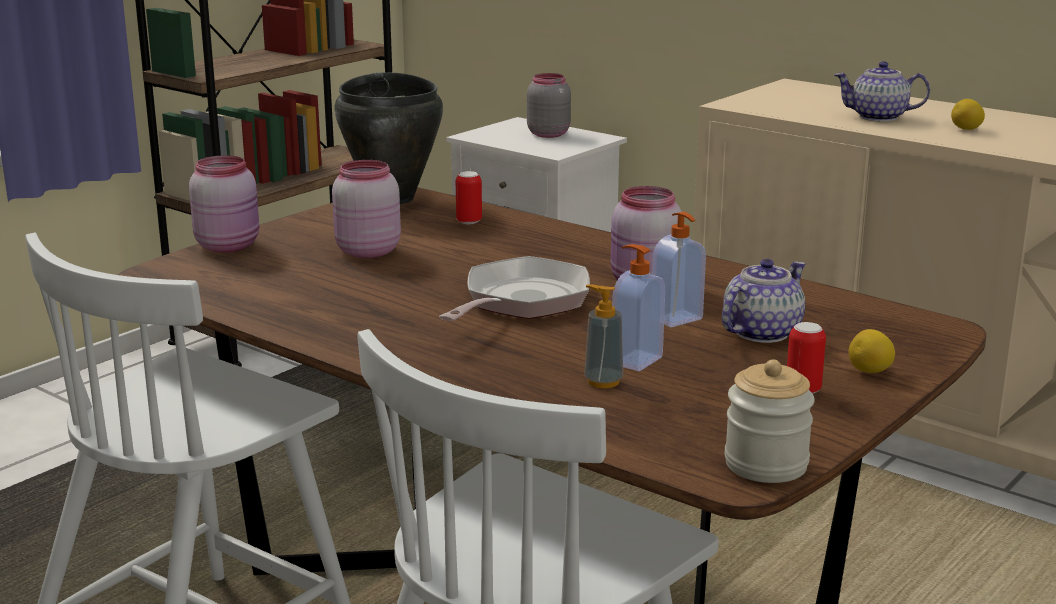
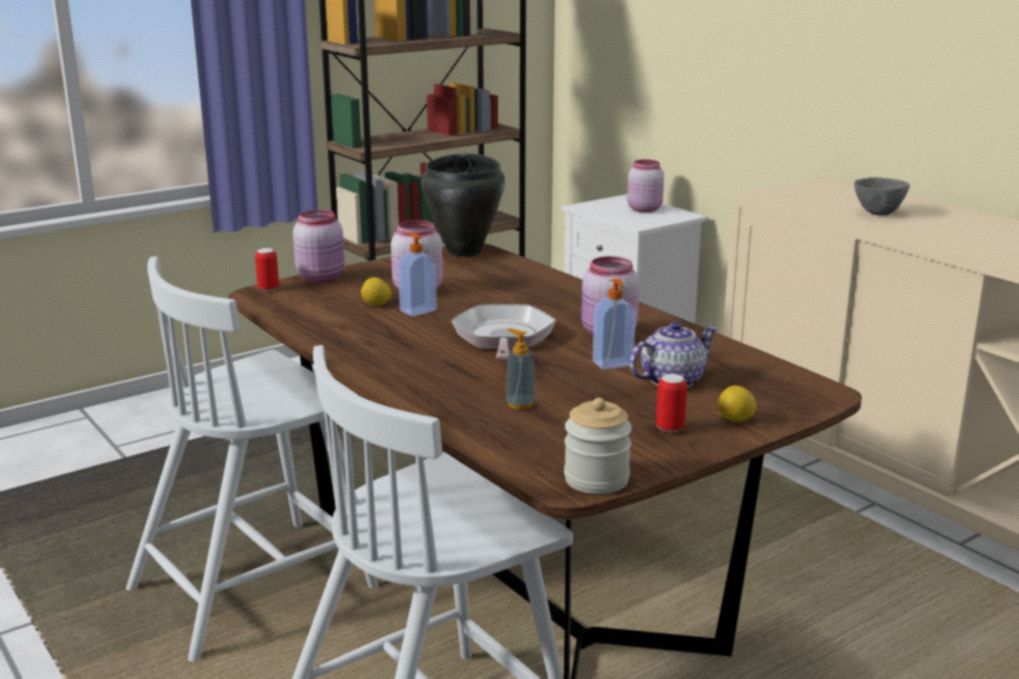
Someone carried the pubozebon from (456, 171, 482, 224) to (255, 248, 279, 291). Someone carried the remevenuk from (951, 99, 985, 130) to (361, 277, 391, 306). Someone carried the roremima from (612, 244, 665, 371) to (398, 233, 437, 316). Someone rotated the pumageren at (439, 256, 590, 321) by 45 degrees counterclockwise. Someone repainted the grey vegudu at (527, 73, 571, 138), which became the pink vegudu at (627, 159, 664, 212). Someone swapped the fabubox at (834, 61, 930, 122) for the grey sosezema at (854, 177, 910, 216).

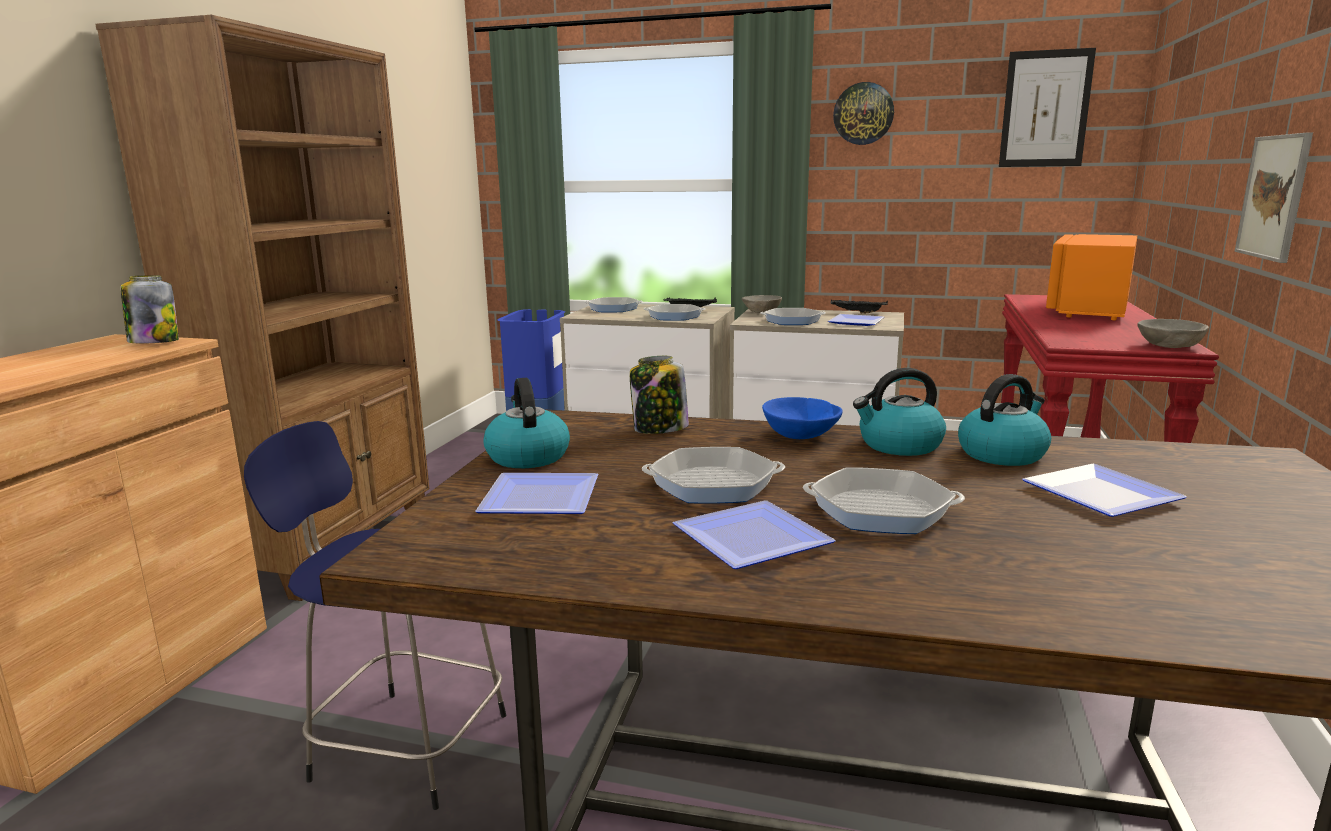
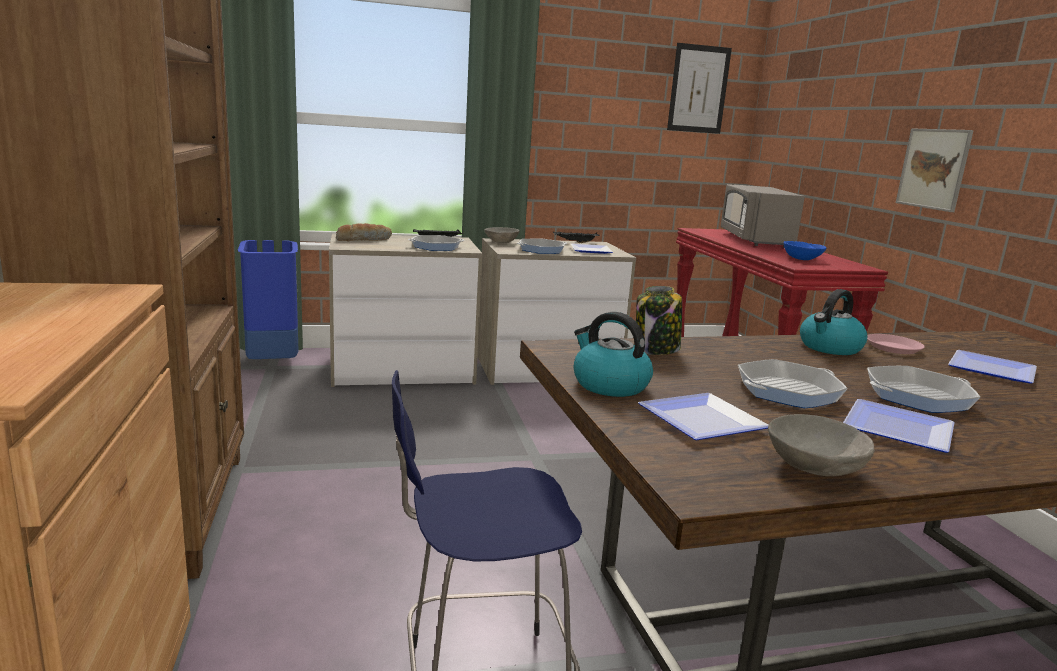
Someone swapped the pumageren at (584, 297, 642, 312) for the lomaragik at (336, 223, 392, 241). Someone repainted the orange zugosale at (1046, 234, 1137, 320), which became the grey zugosale at (721, 184, 805, 248). Someone carried the grey sosezema from (1137, 319, 1209, 348) to (768, 414, 875, 476). Someone carried the blue sosezema from (762, 397, 843, 439) to (784, 241, 827, 260). Someone swapped the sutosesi at (958, 374, 1051, 466) for the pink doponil at (867, 334, 925, 354). Someone took away the vegudu at (121, 276, 179, 344). Someone took away the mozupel at (833, 82, 894, 145).

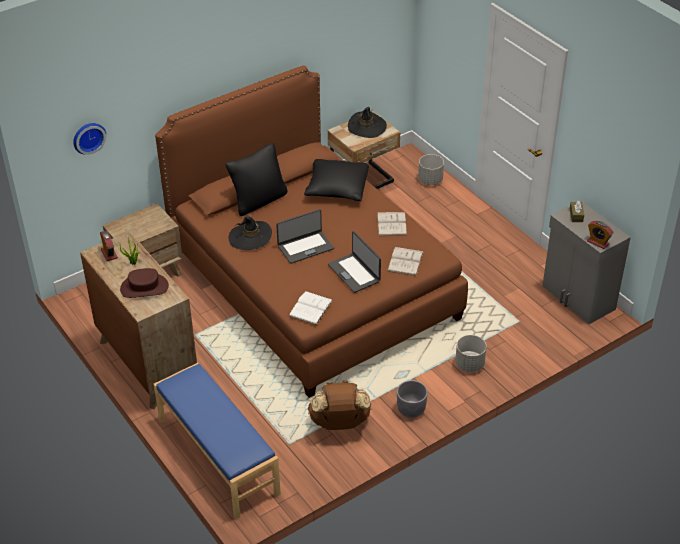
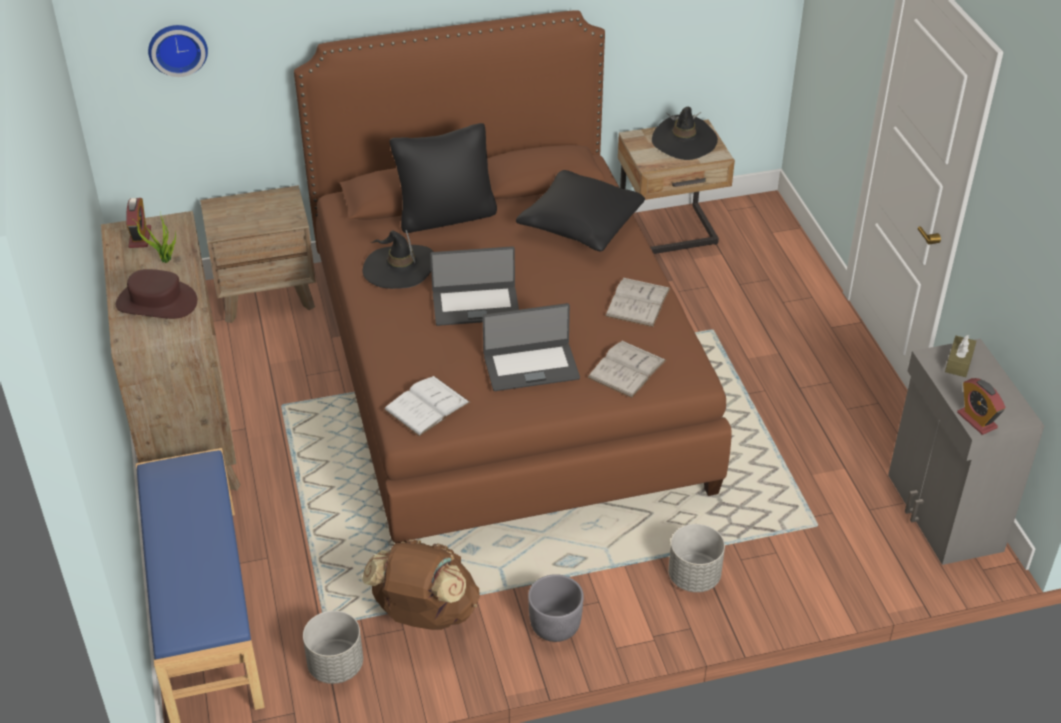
Someone carried the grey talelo from (418, 154, 444, 185) to (303, 611, 363, 684). Someone rotated the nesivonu at (328, 231, 381, 293) by 90 degrees counterclockwise.

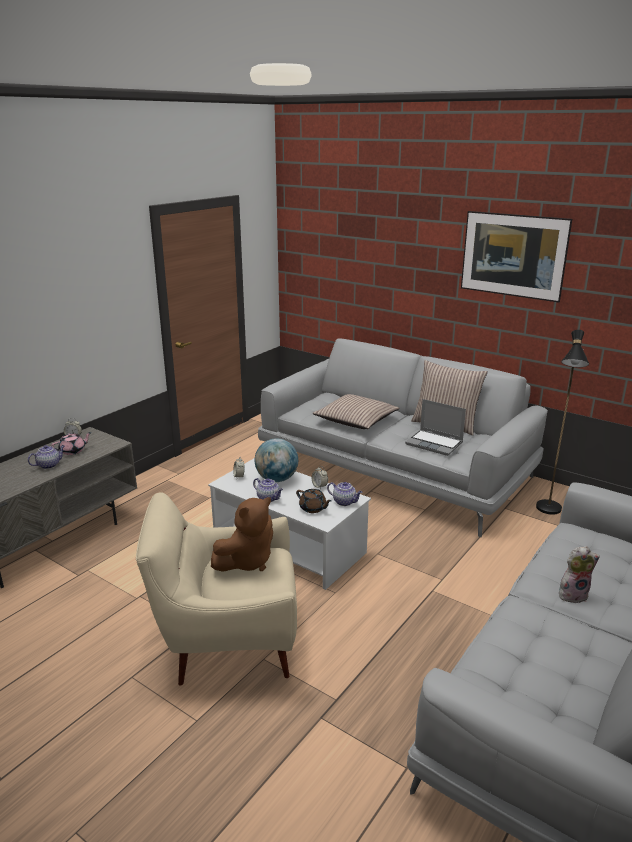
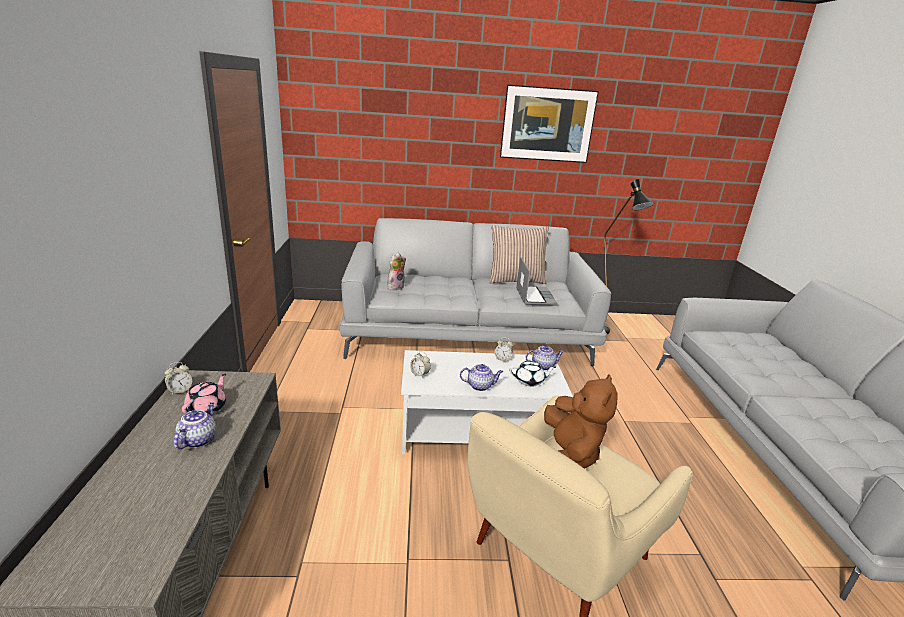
Someone carried the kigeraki from (559, 546, 600, 603) to (387, 252, 406, 290). Someone repainted the brown fabubox at (296, 489, 332, 513), which became the white fabubox at (509, 361, 556, 387). Someone rotated the nesivonu at (405, 399, 466, 456) by 90 degrees counterclockwise. Someone took away the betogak at (255, 438, 298, 482). Someone took away the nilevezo at (313, 394, 400, 429).

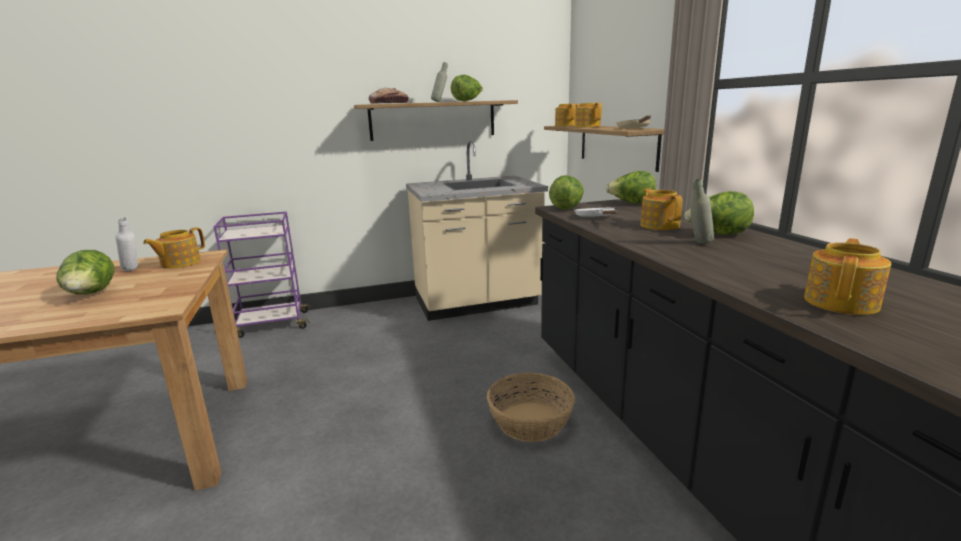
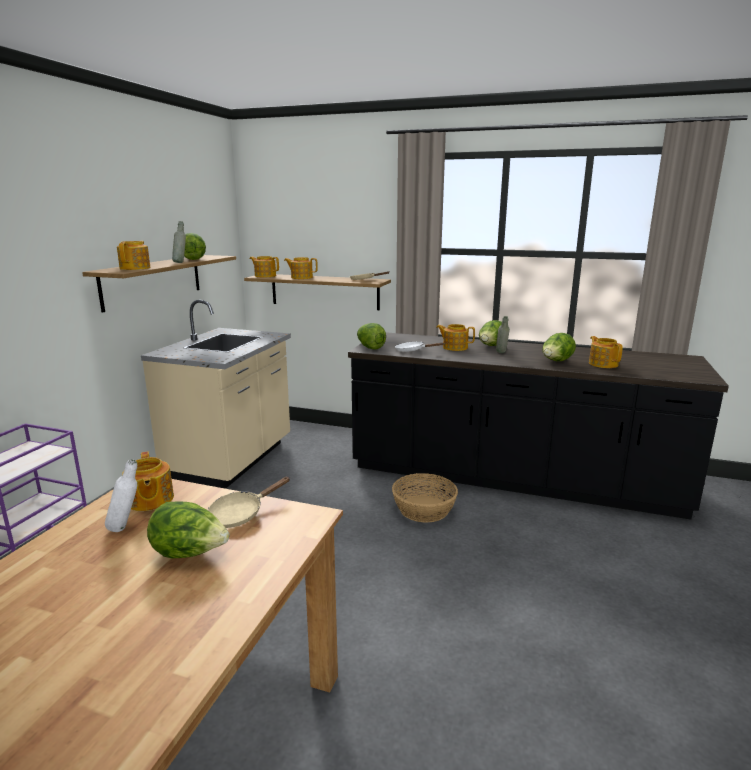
Someone swapped the lomaragik at (368, 88, 409, 104) for the fabubox at (117, 241, 150, 270). Someone put down the beige pumageren at (208, 477, 290, 528). Someone carried the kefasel from (605, 171, 656, 204) to (542, 333, 576, 361).

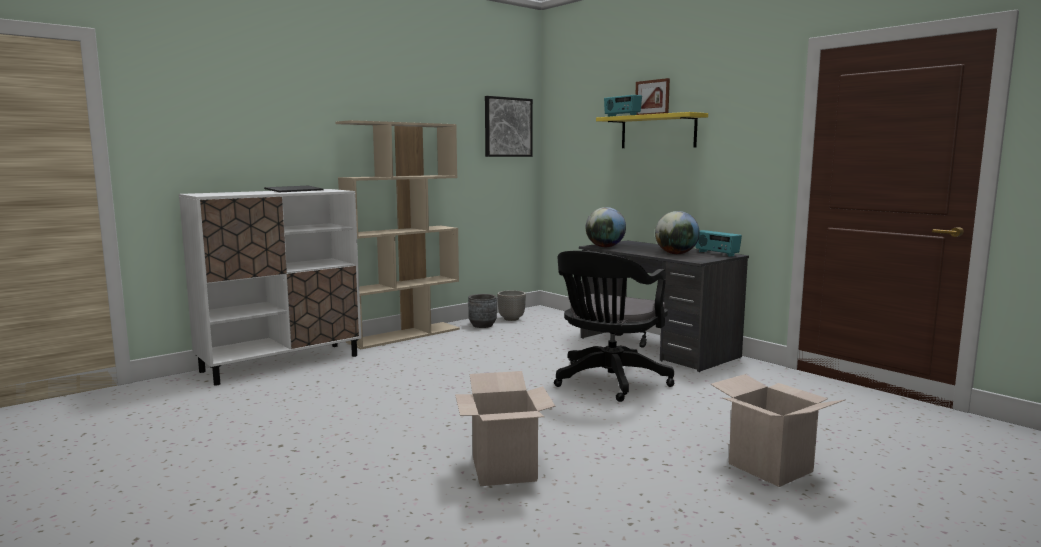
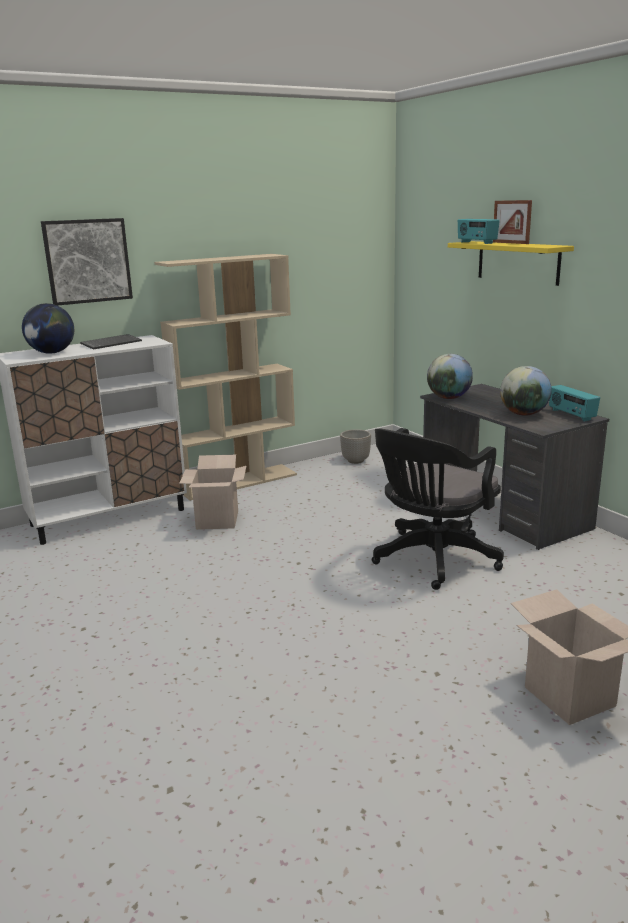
Someone put down the betogak at (22, 303, 74, 354). Someone carried the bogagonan from (485, 96, 533, 157) to (41, 218, 133, 306). Someone carried the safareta from (455, 371, 556, 486) to (179, 454, 246, 530). Someone took away the grey talelo at (468, 294, 497, 328).

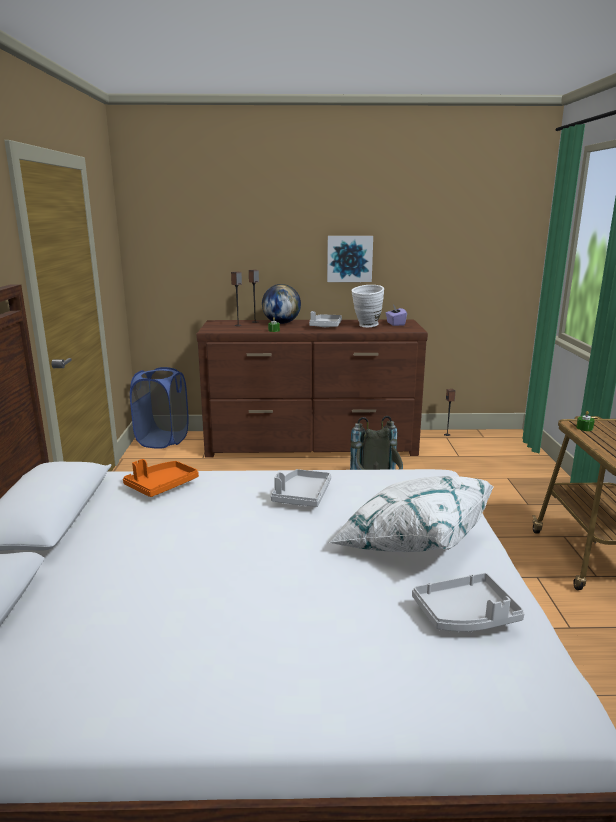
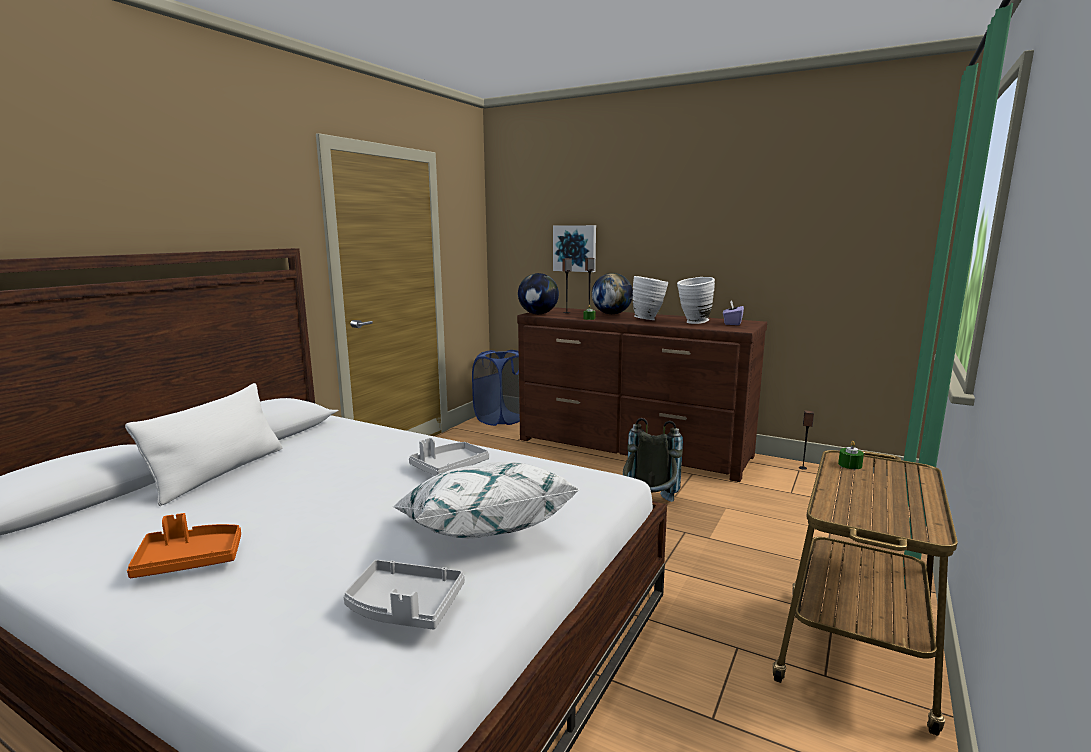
Someone put down the white nilevezo at (125, 383, 282, 506). Someone carried the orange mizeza from (123, 459, 199, 497) to (127, 513, 241, 578). Someone put down the betogak at (518, 273, 559, 314). Someone carried the bogagonan from (327, 236, 373, 282) to (553, 225, 596, 272). Someone swapped the grey mizeza at (309, 311, 342, 327) for the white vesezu at (633, 276, 669, 320).

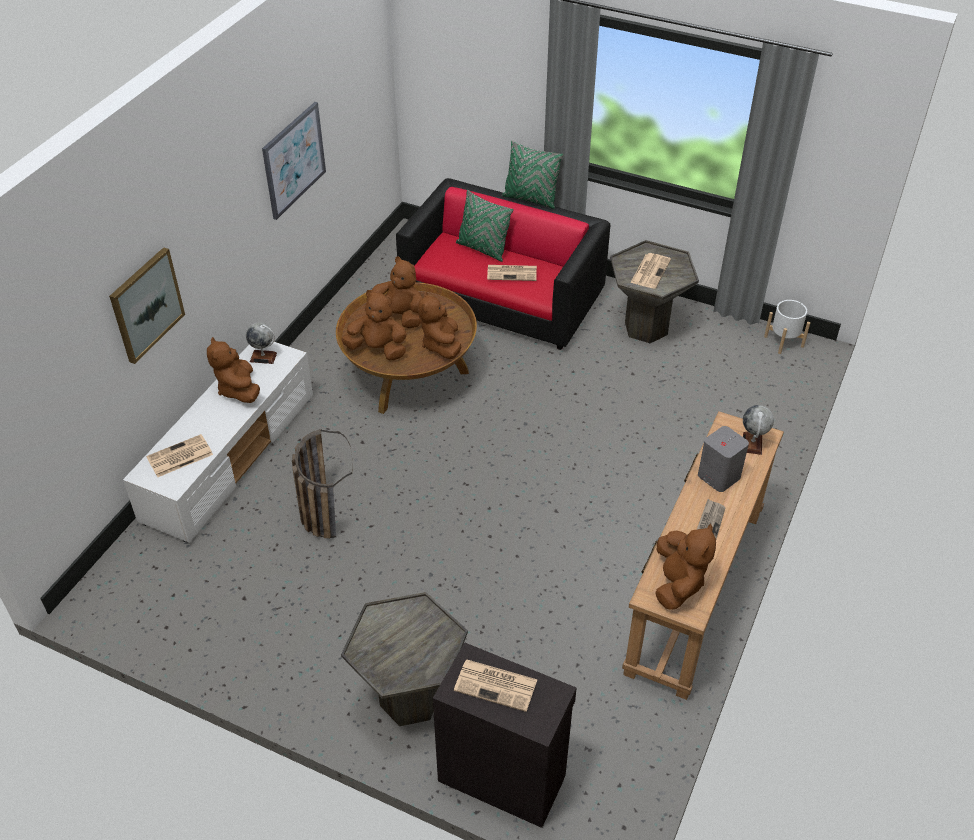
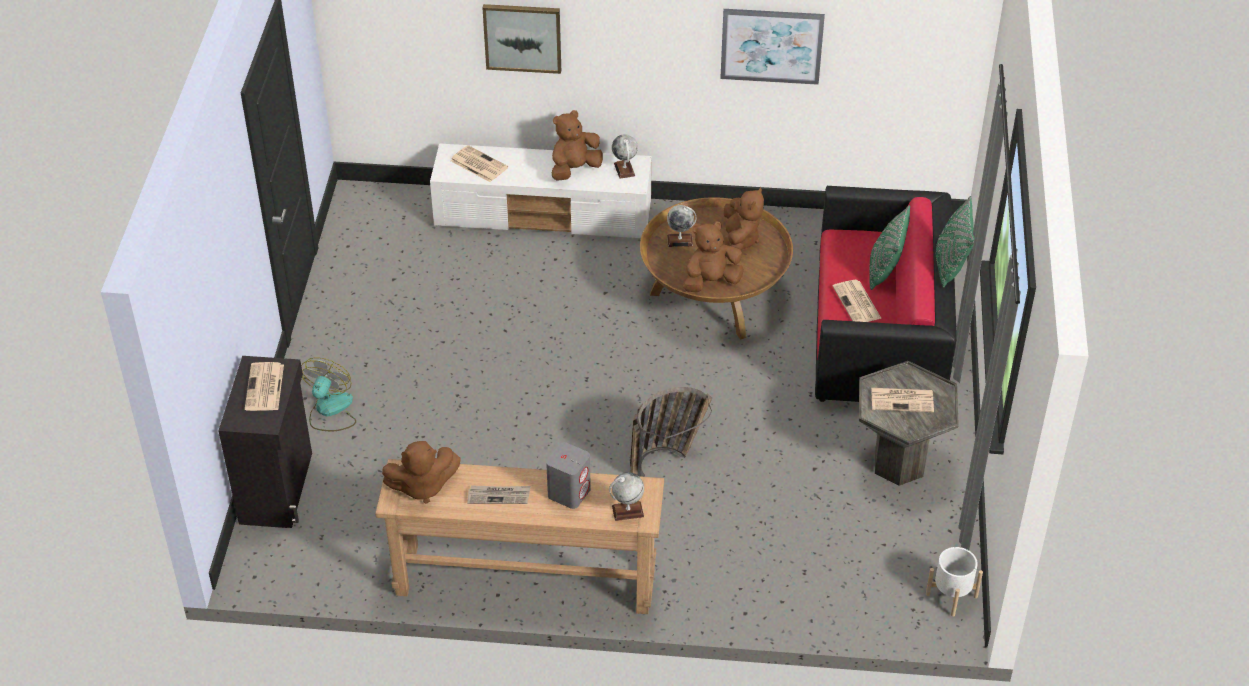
Someone swapped the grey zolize at (341, 592, 468, 726) for the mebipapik at (301, 357, 356, 431). Someone carried the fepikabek from (292, 429, 353, 538) to (630, 387, 712, 477). Someone swapped the brown kigeraki at (341, 290, 407, 360) for the betogak at (667, 205, 697, 247).

